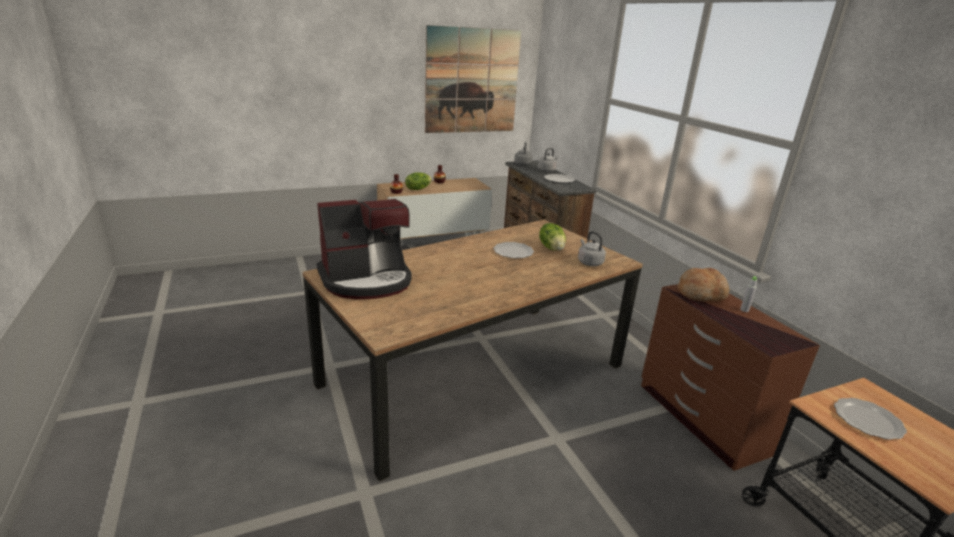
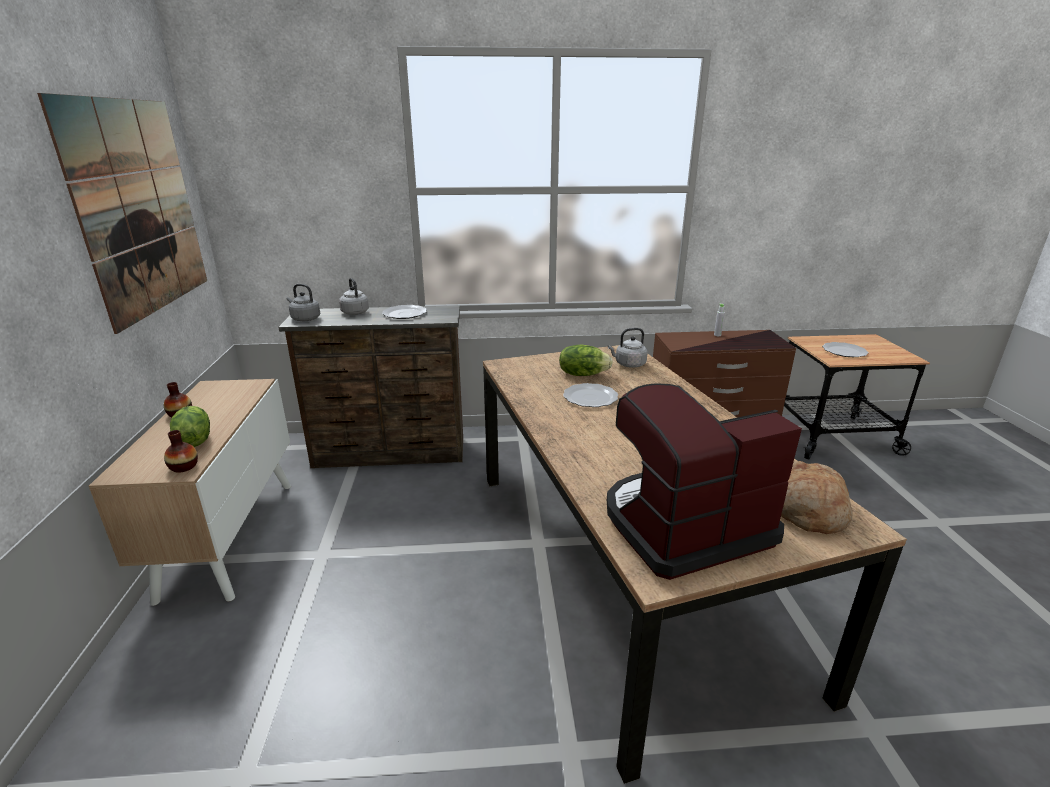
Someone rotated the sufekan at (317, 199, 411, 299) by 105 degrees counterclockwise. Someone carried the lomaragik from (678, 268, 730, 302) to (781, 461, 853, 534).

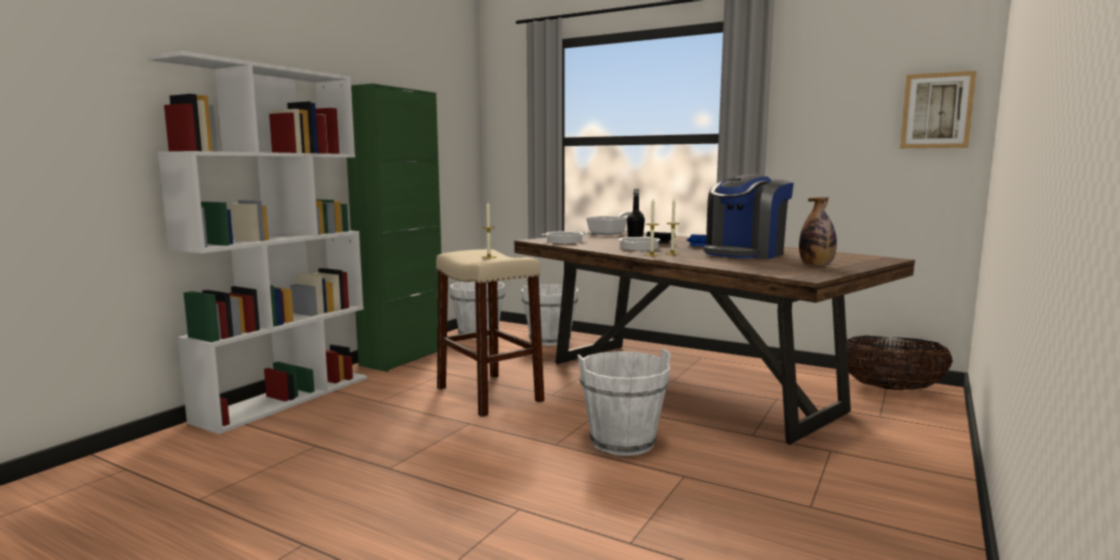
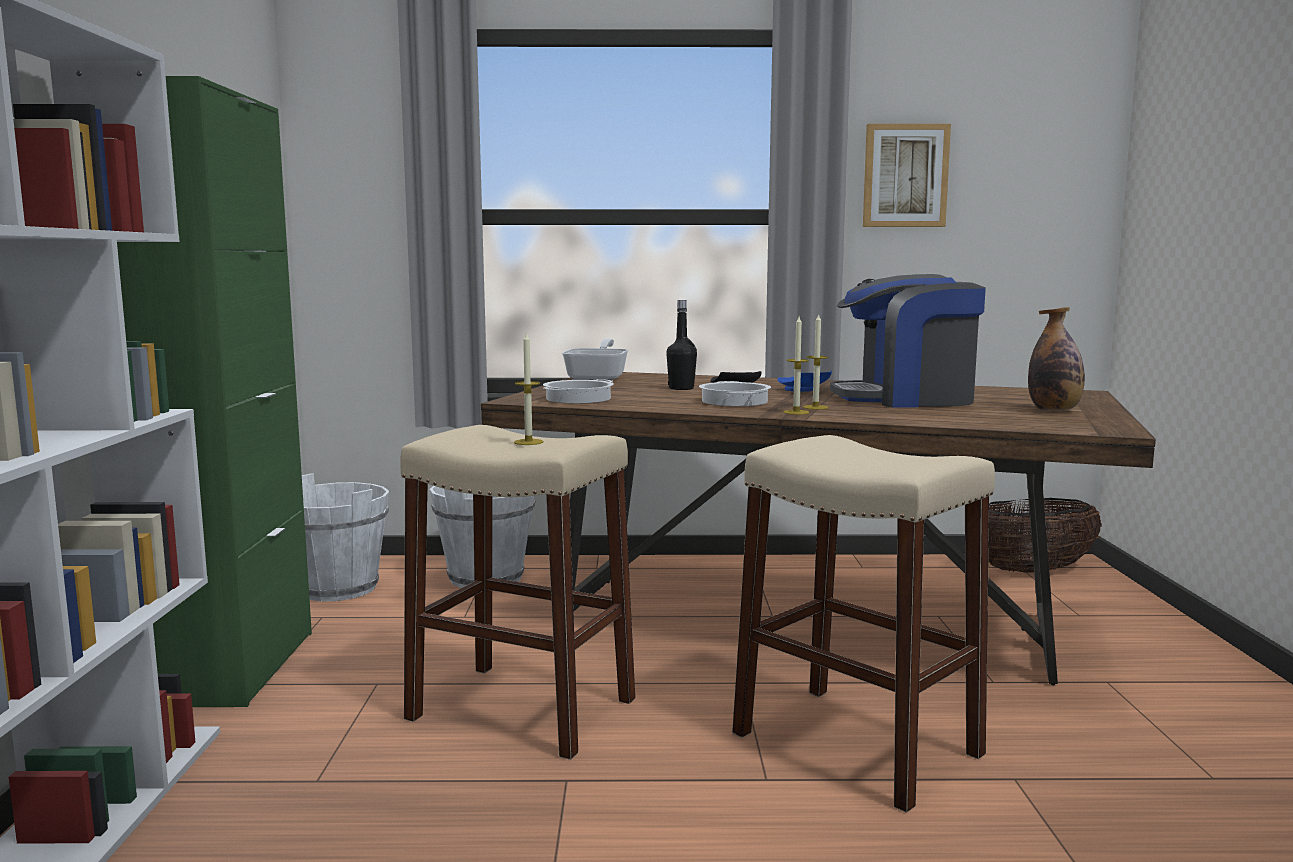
Someone swapped the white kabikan at (578, 348, 671, 456) for the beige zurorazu at (732, 435, 995, 813). Someone rotated the sufekan at (704, 174, 794, 259) by 75 degrees clockwise. Someone carried the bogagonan from (900, 71, 976, 148) to (863, 124, 951, 227).

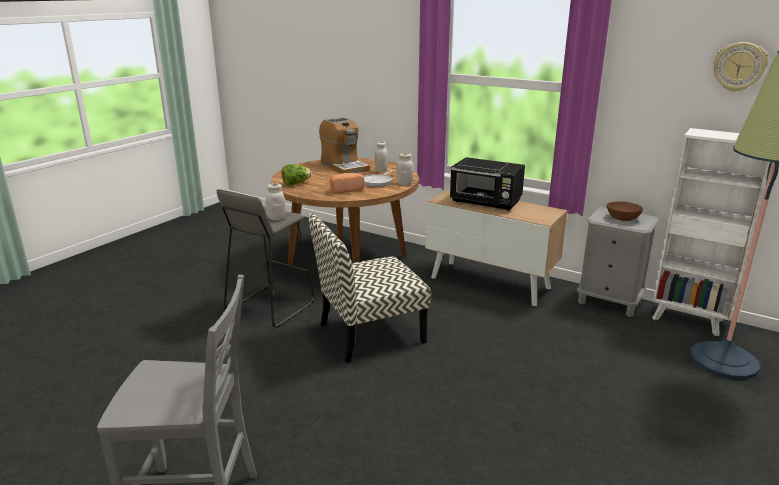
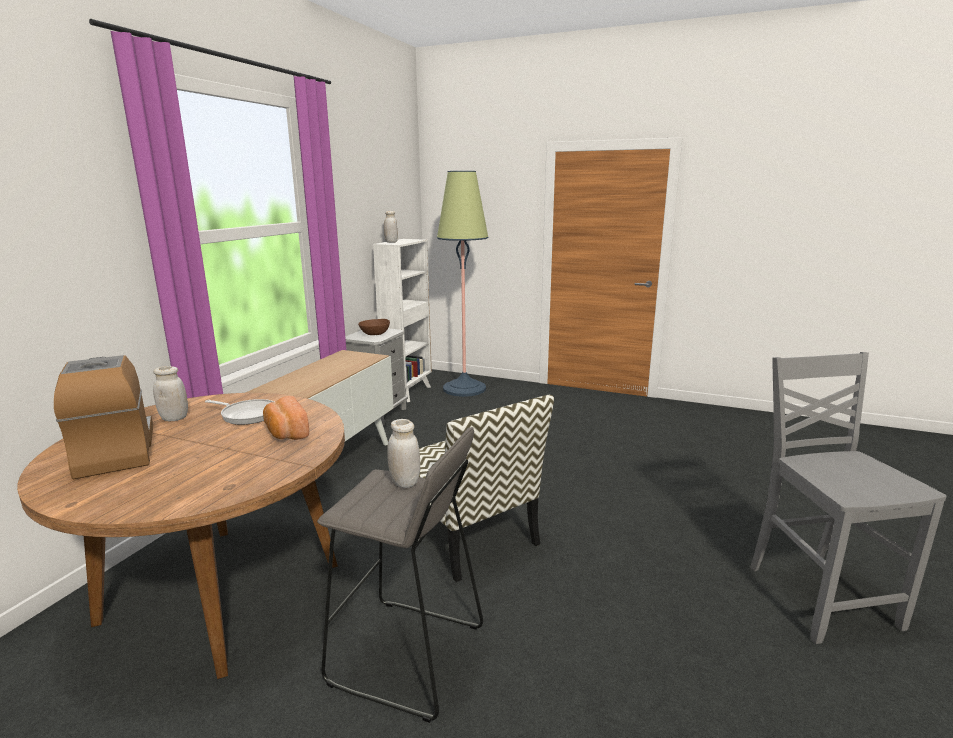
Someone rotated the sufekan at (319, 118, 370, 174) by 75 degrees counterclockwise. Someone carried the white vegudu from (397, 153, 413, 186) to (384, 211, 398, 243). Someone took away the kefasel at (282, 164, 312, 185). Someone took away the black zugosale at (450, 157, 525, 210). Someone took away the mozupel at (713, 42, 768, 92).

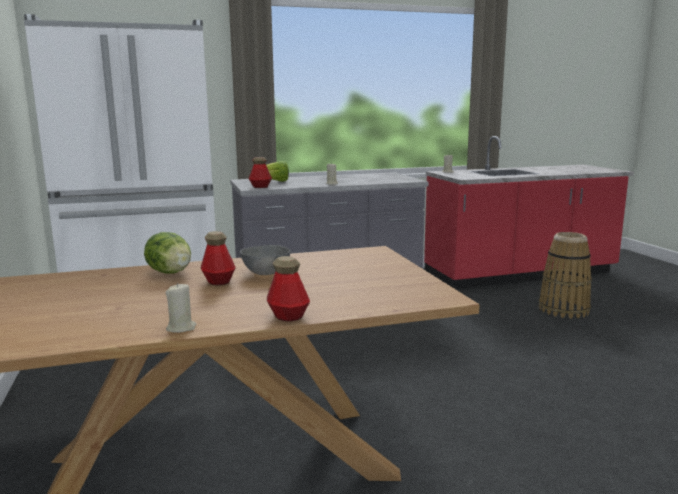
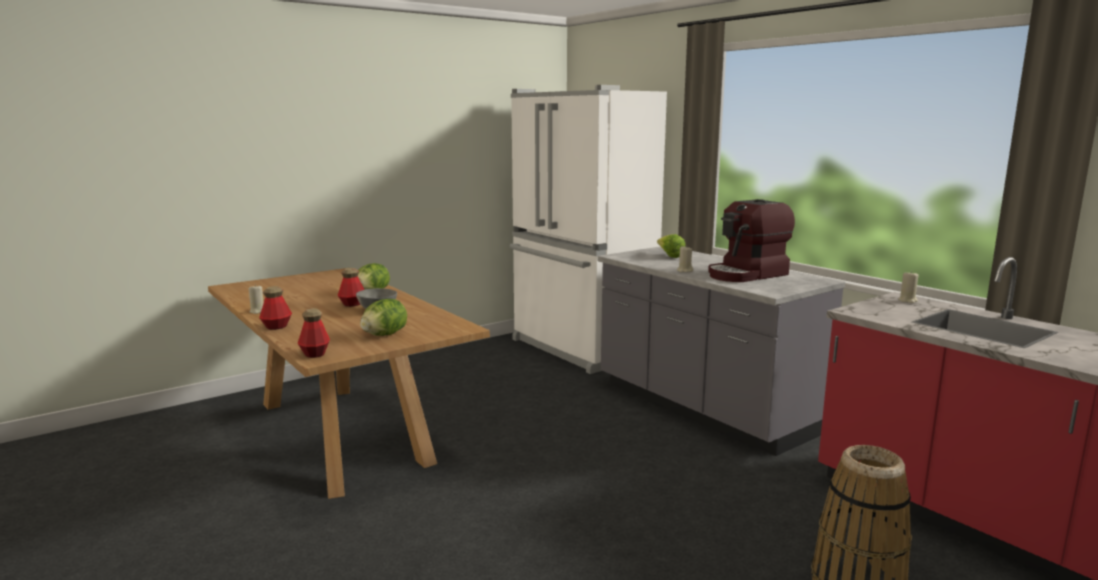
Someone carried the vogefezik from (249, 157, 272, 188) to (298, 308, 330, 358). Someone put down the kefasel at (360, 299, 407, 336). Someone put down the sufekan at (708, 199, 795, 282).

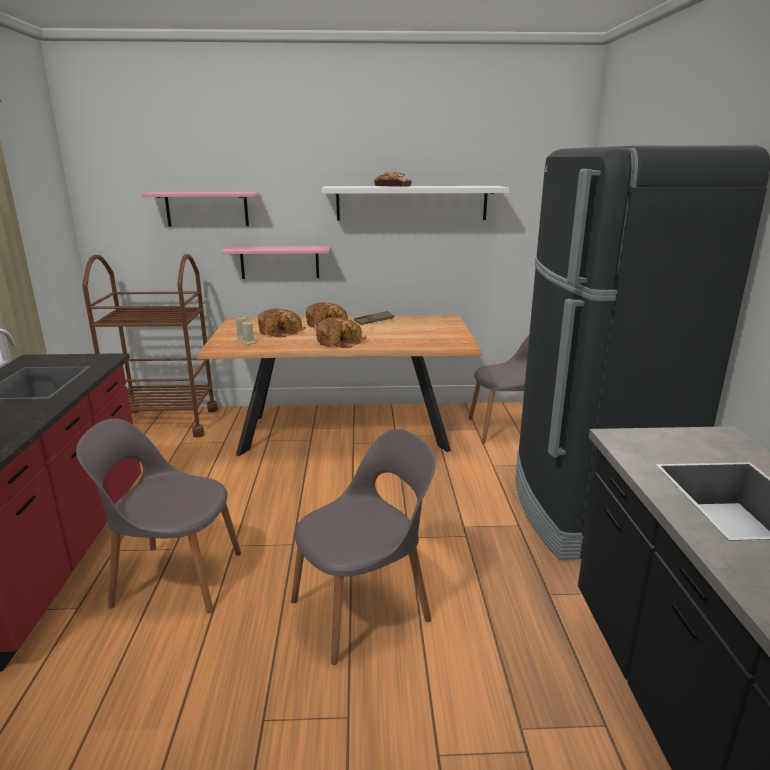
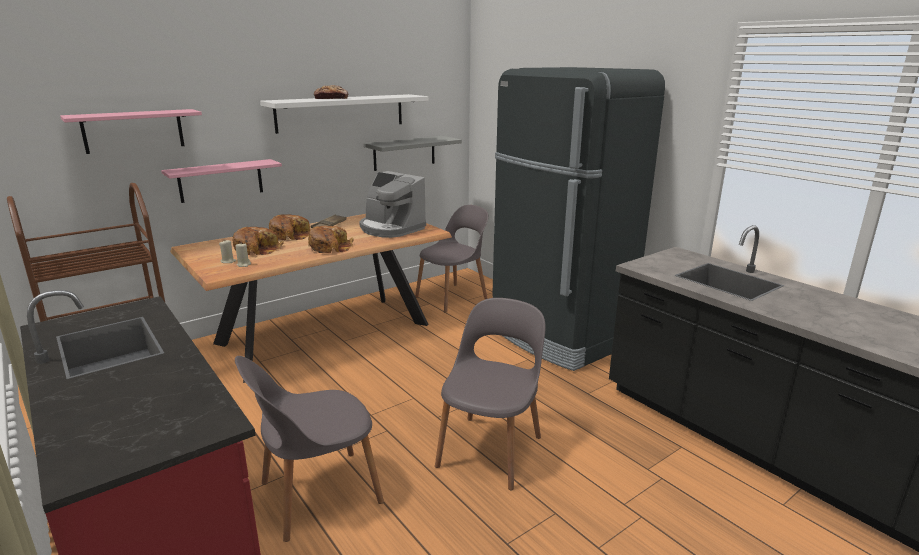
Someone put down the sufekan at (359, 171, 426, 238). Someone put up the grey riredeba at (363, 136, 462, 171).

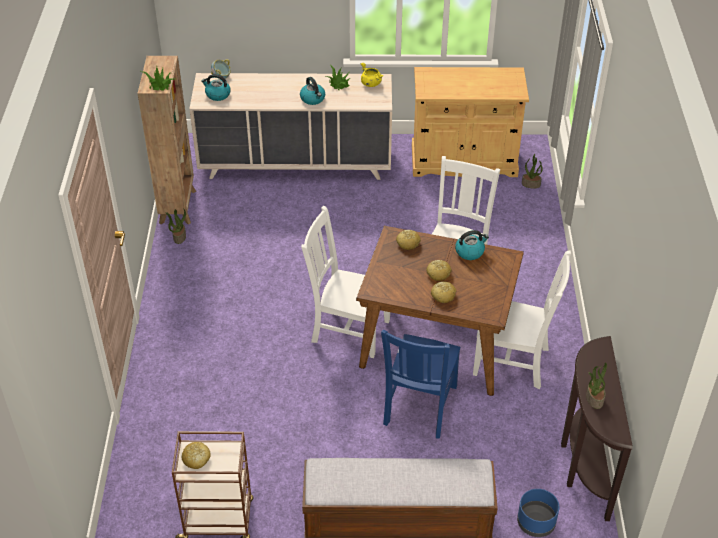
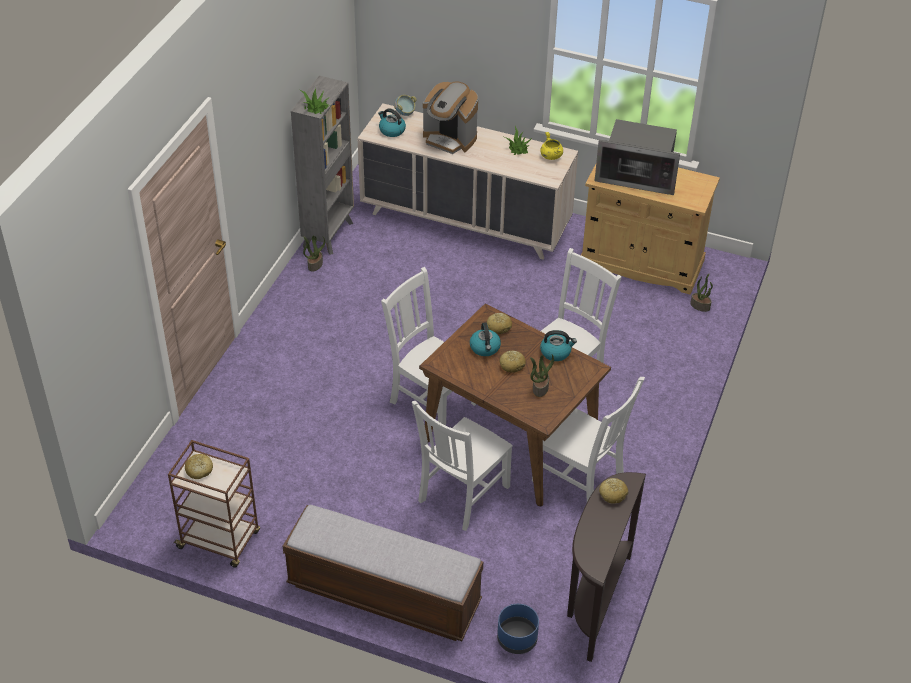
Someone repainted the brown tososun at (137, 56, 196, 225), which became the grey tososun at (291, 76, 354, 255). Someone repainted the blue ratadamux at (381, 330, 460, 438), which became the white ratadamux at (412, 401, 513, 531). Someone put down the sufekan at (423, 81, 478, 154). Someone carried the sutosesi from (300, 77, 325, 105) to (470, 322, 501, 356). Someone carried the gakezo from (586, 362, 607, 409) to (530, 355, 554, 397). Someone put down the zugosale at (595, 119, 680, 195). Someone carried the lomaragik from (431, 281, 456, 303) to (599, 478, 628, 504).

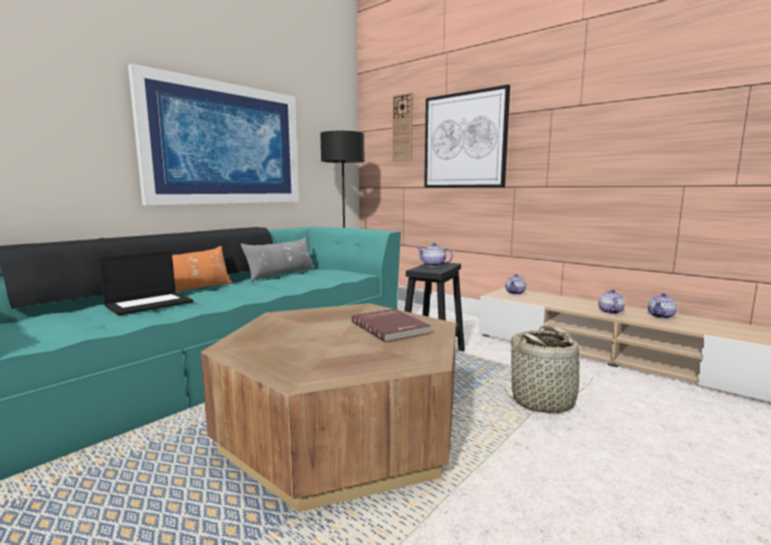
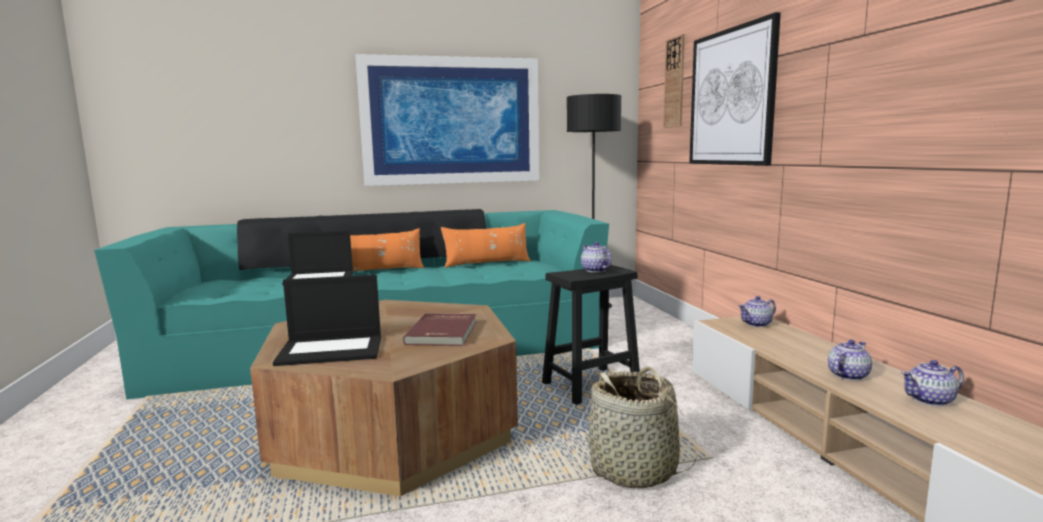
Someone put down the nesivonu at (273, 275, 381, 366). Someone repainted the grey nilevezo at (241, 237, 315, 282), which became the orange nilevezo at (441, 223, 530, 268).

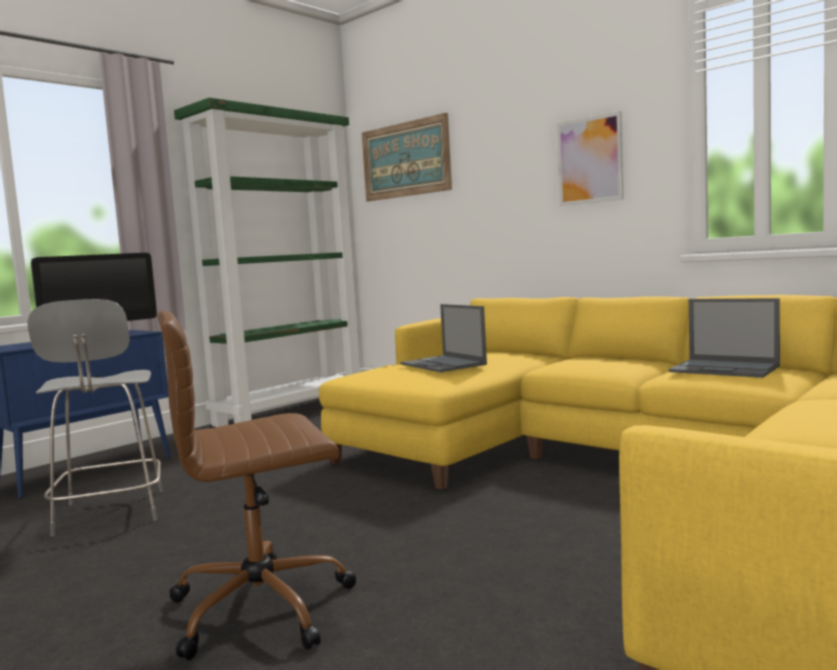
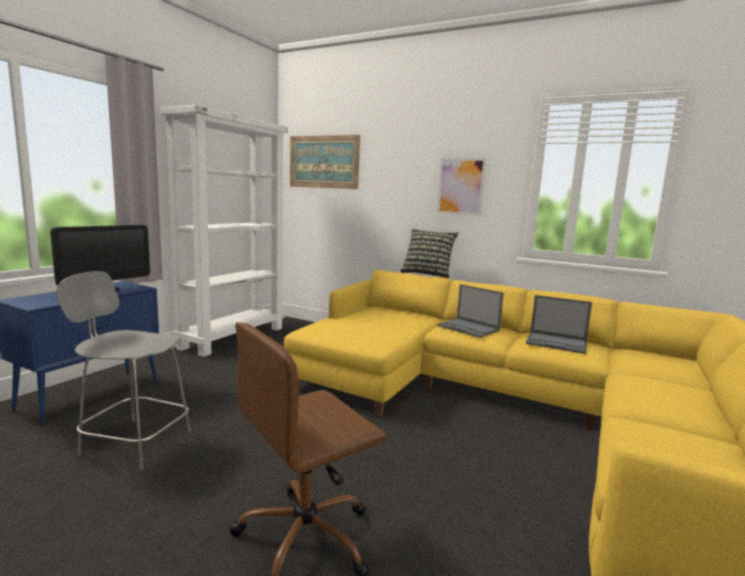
Someone rotated the grey ratadamux at (27, 299, 163, 537) by 135 degrees clockwise. Someone repainted the green tososun at (174, 97, 360, 427), which became the white tososun at (160, 105, 288, 357). Someone put down the nilevezo at (400, 228, 459, 279). Someone carried the nesivonu from (401, 304, 487, 372) to (437, 284, 504, 338).

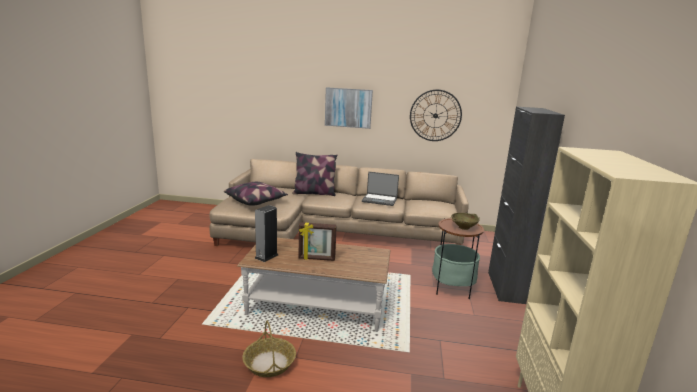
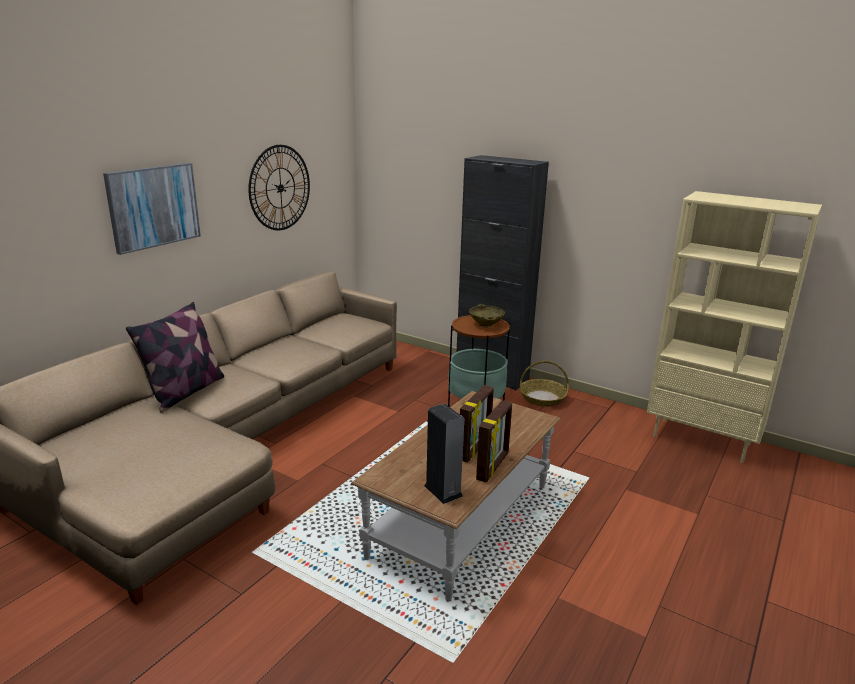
Someone put down the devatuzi at (476, 400, 512, 482). Someone carried the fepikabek from (242, 321, 296, 377) to (519, 361, 569, 407). Someone took away the nilevezo at (224, 182, 288, 206). Someone took away the nesivonu at (362, 172, 399, 206).

